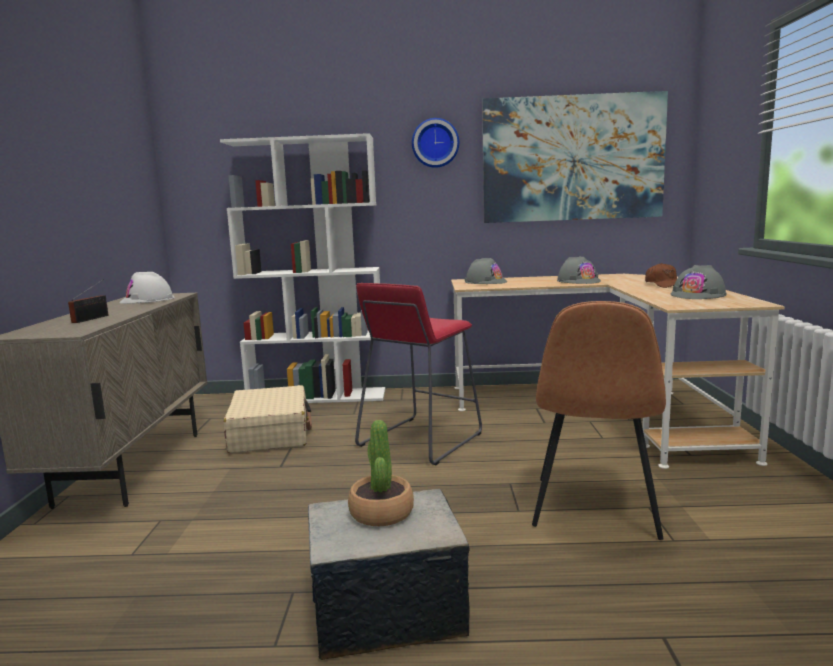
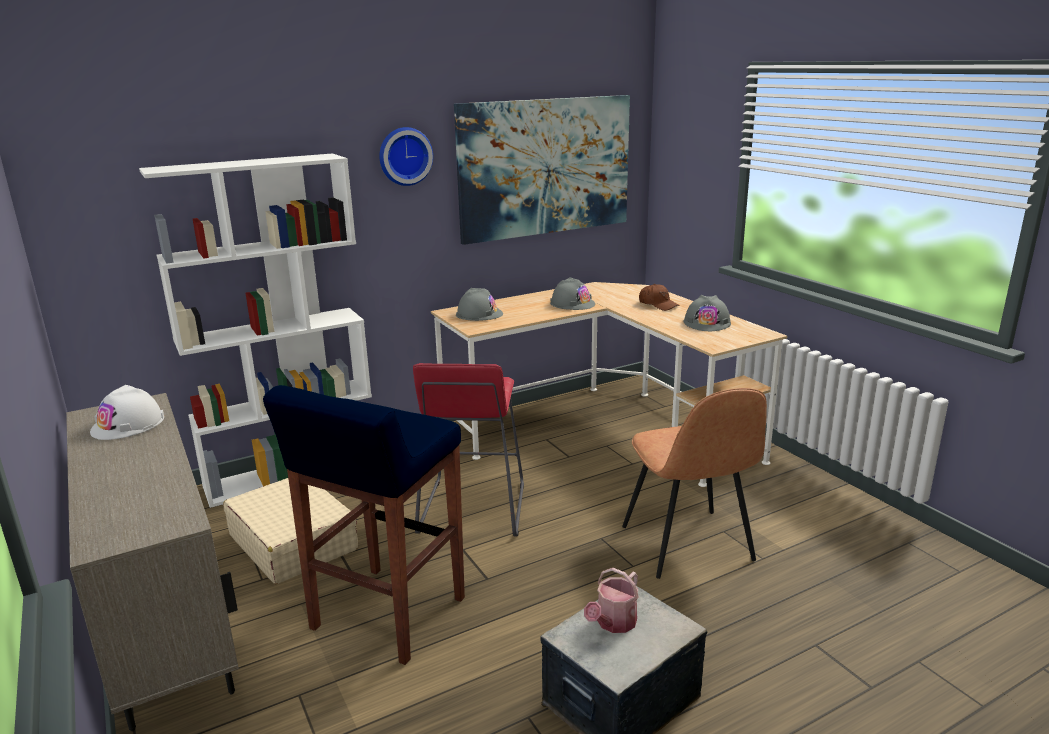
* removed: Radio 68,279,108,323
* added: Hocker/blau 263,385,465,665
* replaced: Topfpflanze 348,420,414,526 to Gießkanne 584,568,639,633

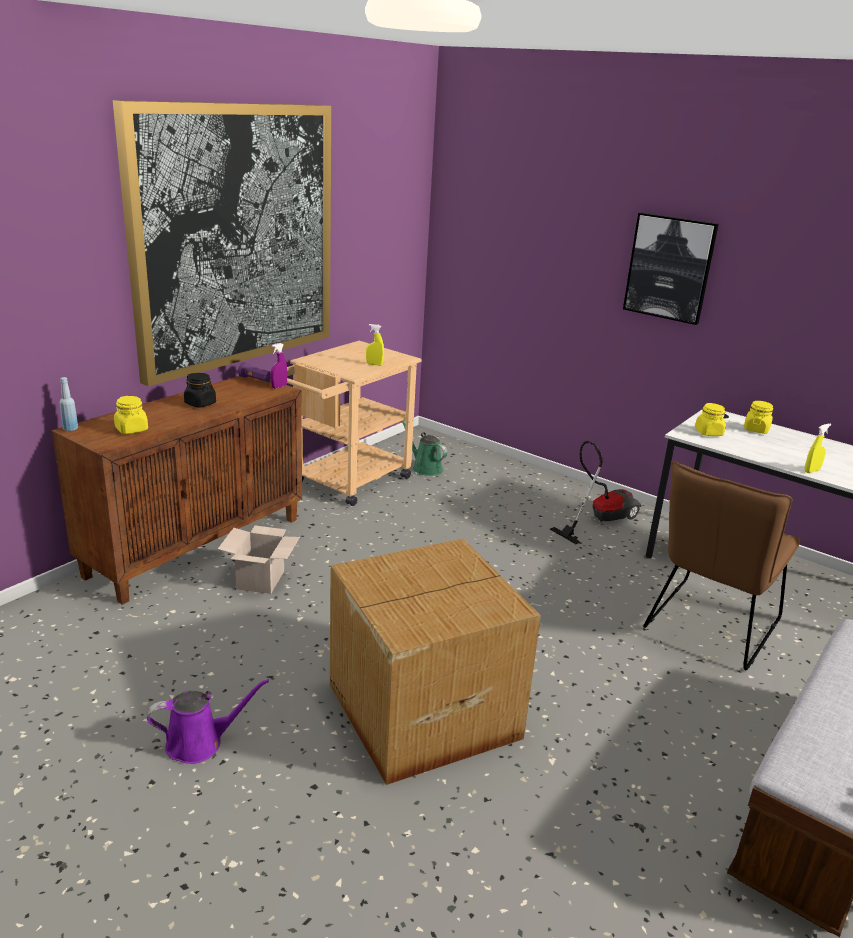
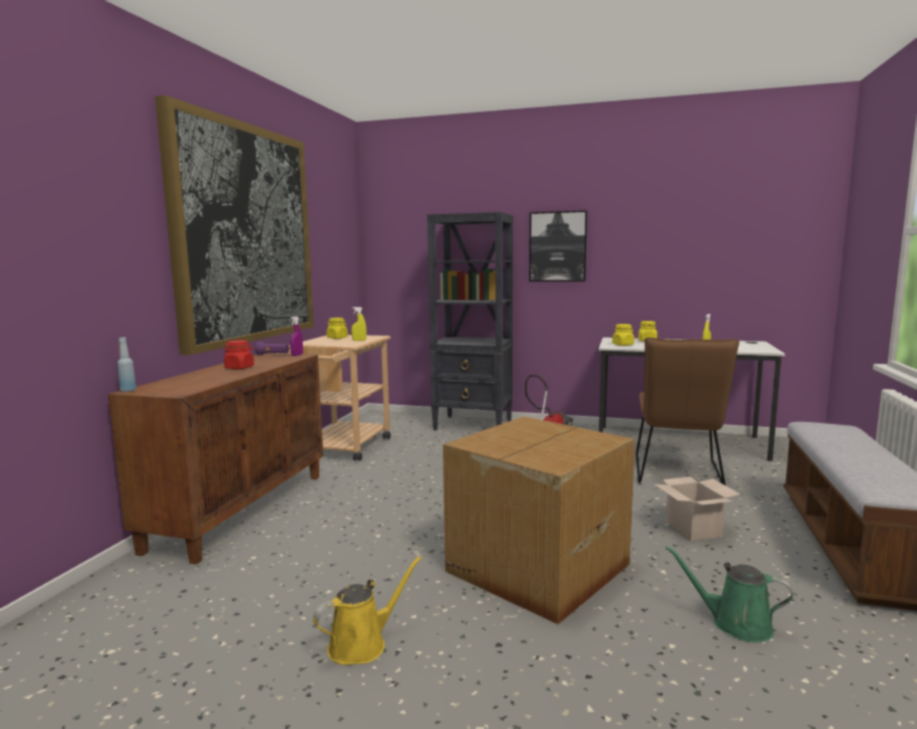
* added: Bücherregal/schwarz 427,212,513,430
* moved: Vorratsglas/gelb 114,396,148,434 to 327,318,348,339
* moved: Karton 218,525,300,594 to 654,477,741,541
* moved: Gießkanne/grün 402,421,447,476 to 665,546,793,642
* recoloured: Gießkanne/lila 147,679,269,764 to Gießkanne/gelb 313,556,422,665
* recoloured: Vorratsglas/schwarz 184,373,216,407 to Vorratsglas/rot 224,340,254,369

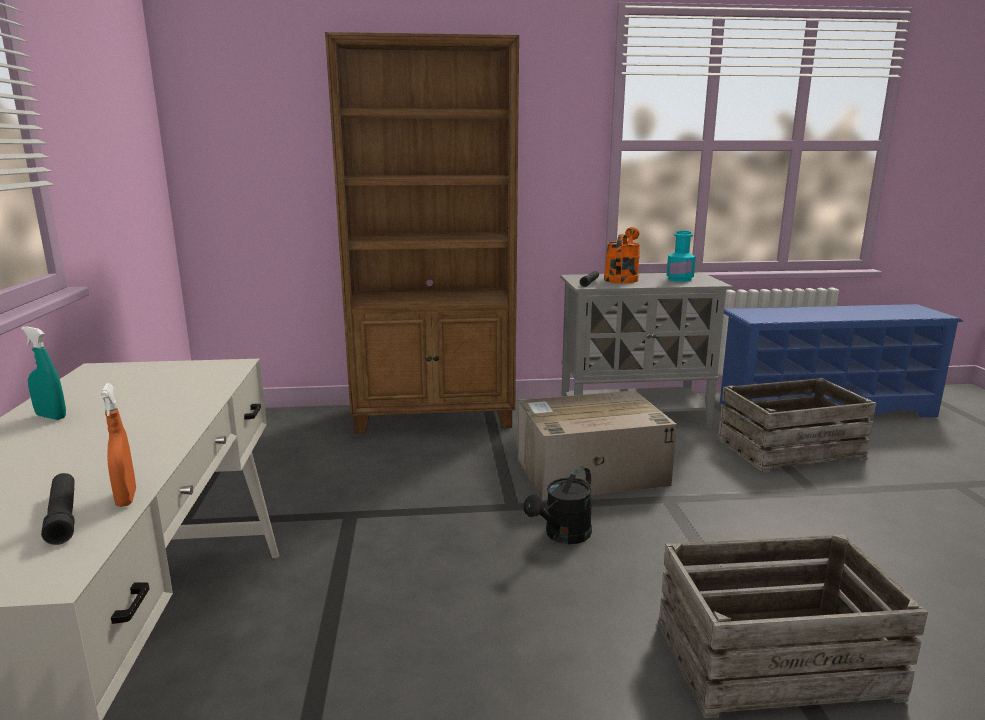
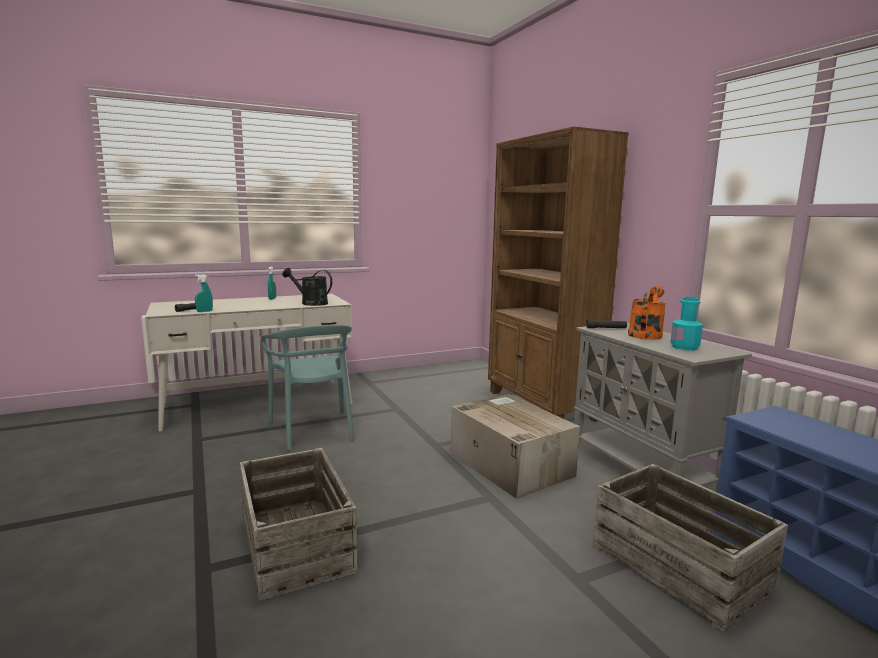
* added: Stuhl/türkis 261,325,354,451
* moved: Gießkanne/schwarz 523,466,592,544 to 282,268,332,306
* recoloured: Sprühflasche/orange 101,383,136,507 to Sprühflasche/türkis 195,274,213,312
* turned: Gießkanne/orange 604,227,641,283 = 628,286,666,340 60 degrees counterclockwise

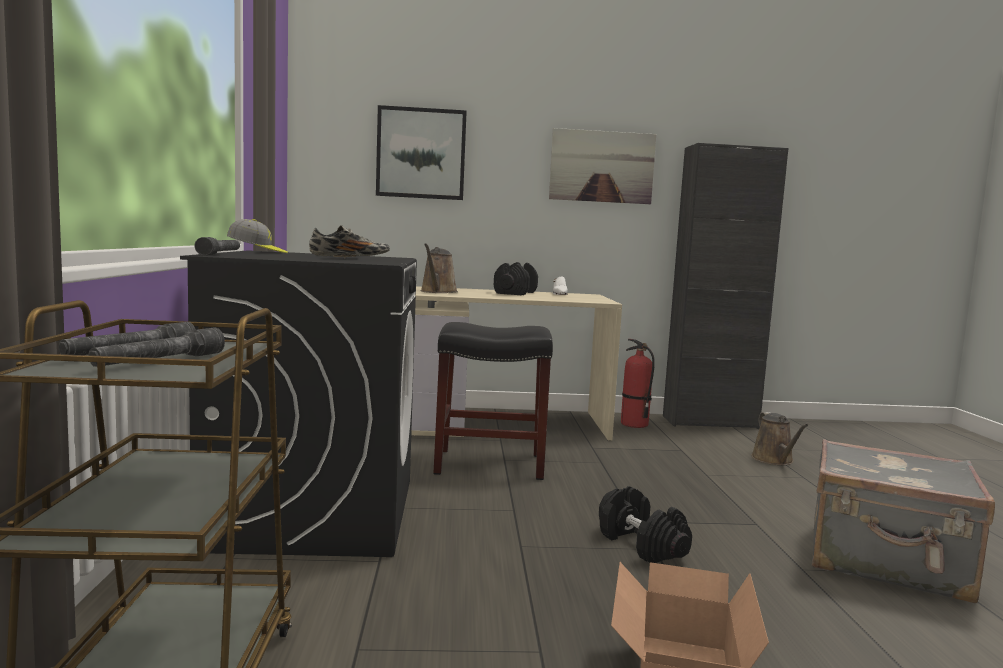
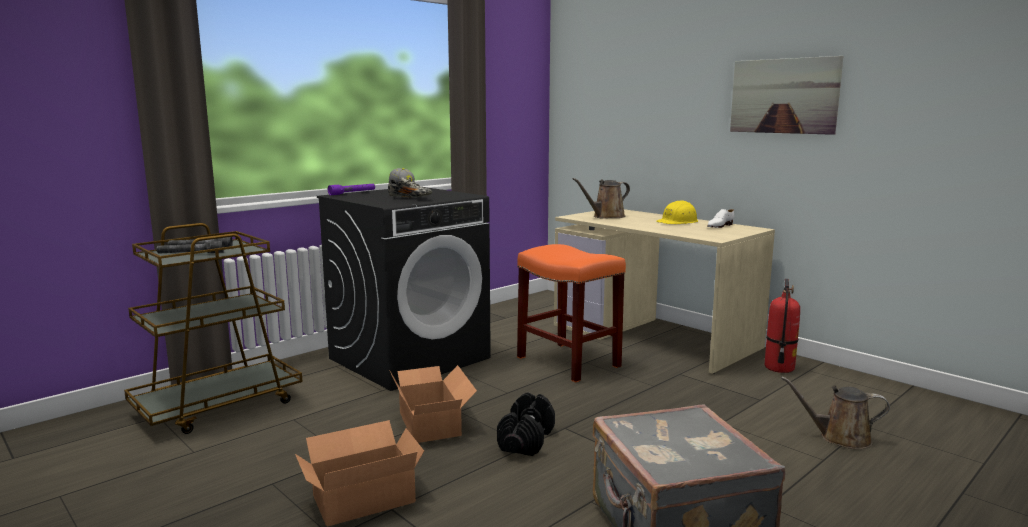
* removed: Bild 376,105,467,200
* removed: Schrank/schwarz 663,143,788,429
* added: Karton 390,365,477,443
* replaced: Hantel/schwarz 494,262,538,295 to Schutzhelm/gelb 656,200,698,224
* recoloured: Taschenlampe/grau 195,237,240,255 to Taschenlampe/lila 328,184,375,195
* recoloured: Hocker/schwarz 433,322,553,480 to Hocker/orange 517,244,626,383
* turned: Gießkanne/braun 751,412,808,465 = 781,376,890,449 60 degrees clockwise

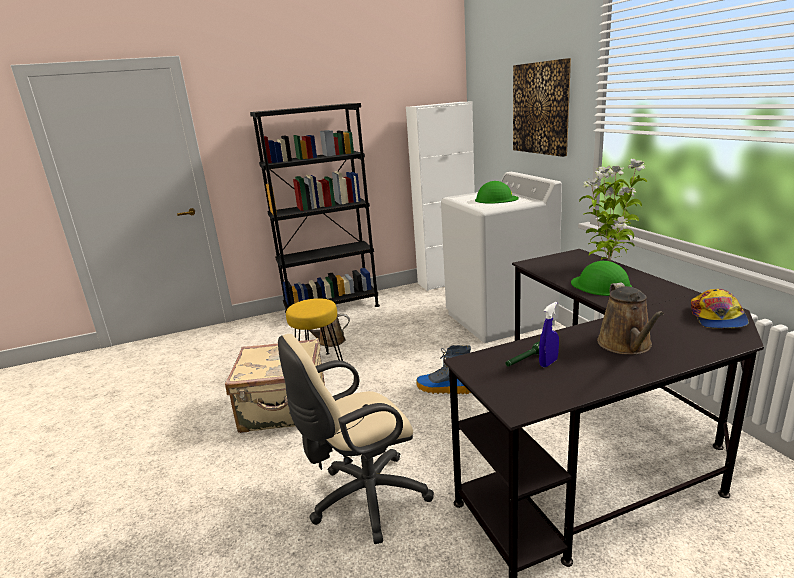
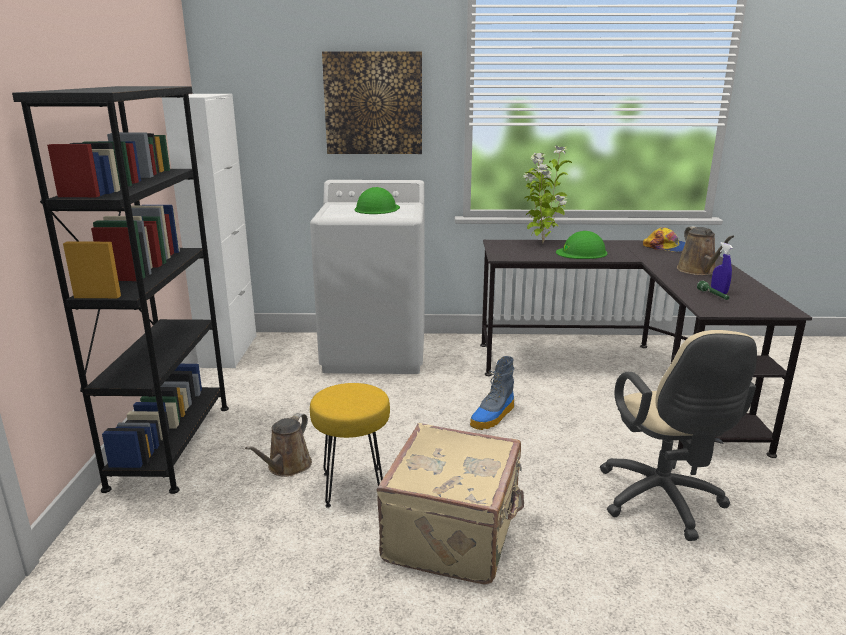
* turned: Gießkanne/braun 597,283,664,355 = 677,226,734,275 60 degrees clockwise

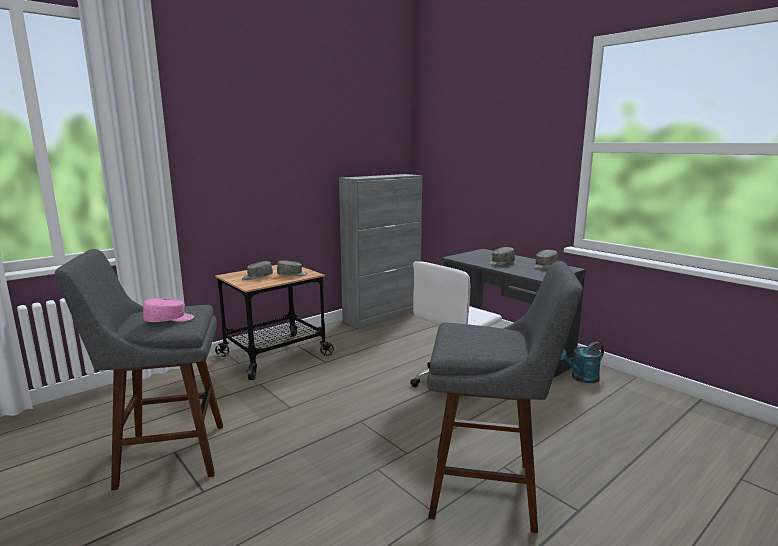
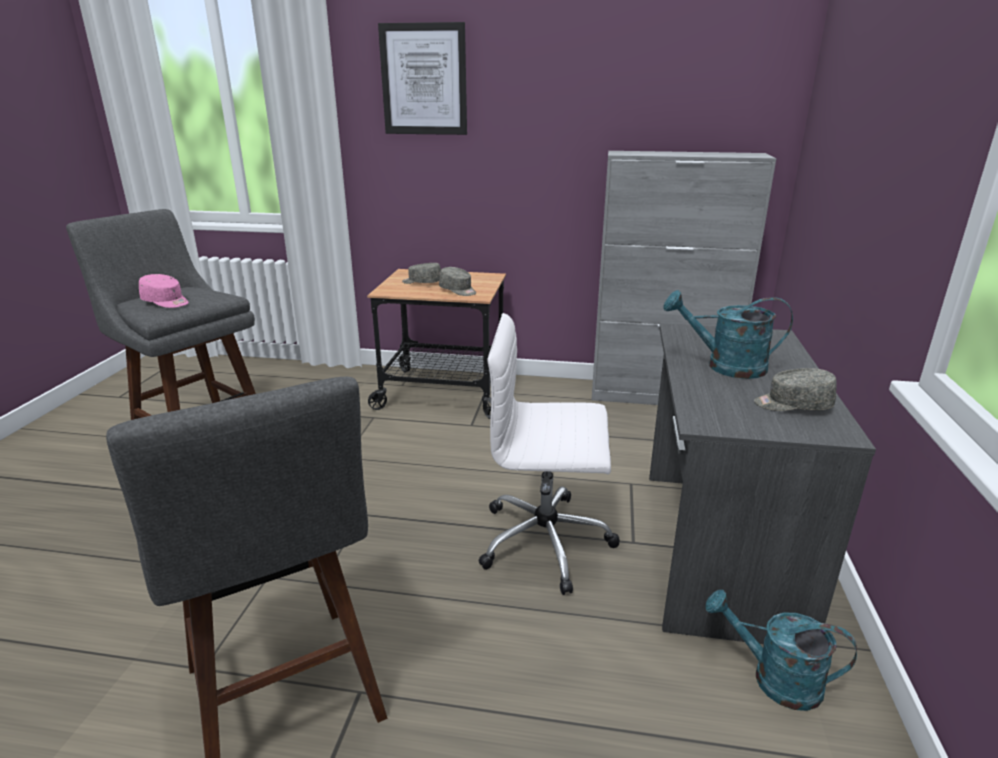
* added: Bild 378,22,467,135
* replaced: Kappe/grau 488,247,515,266 to Gießkanne/türkis 663,290,793,379

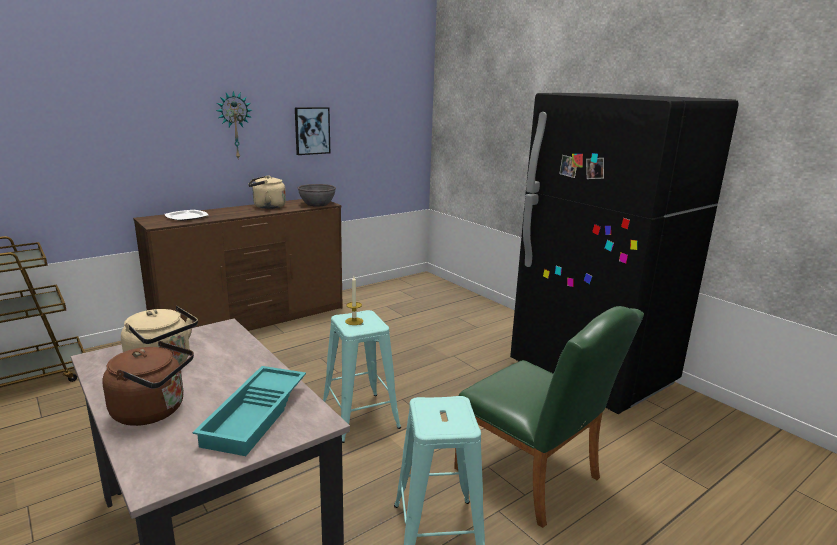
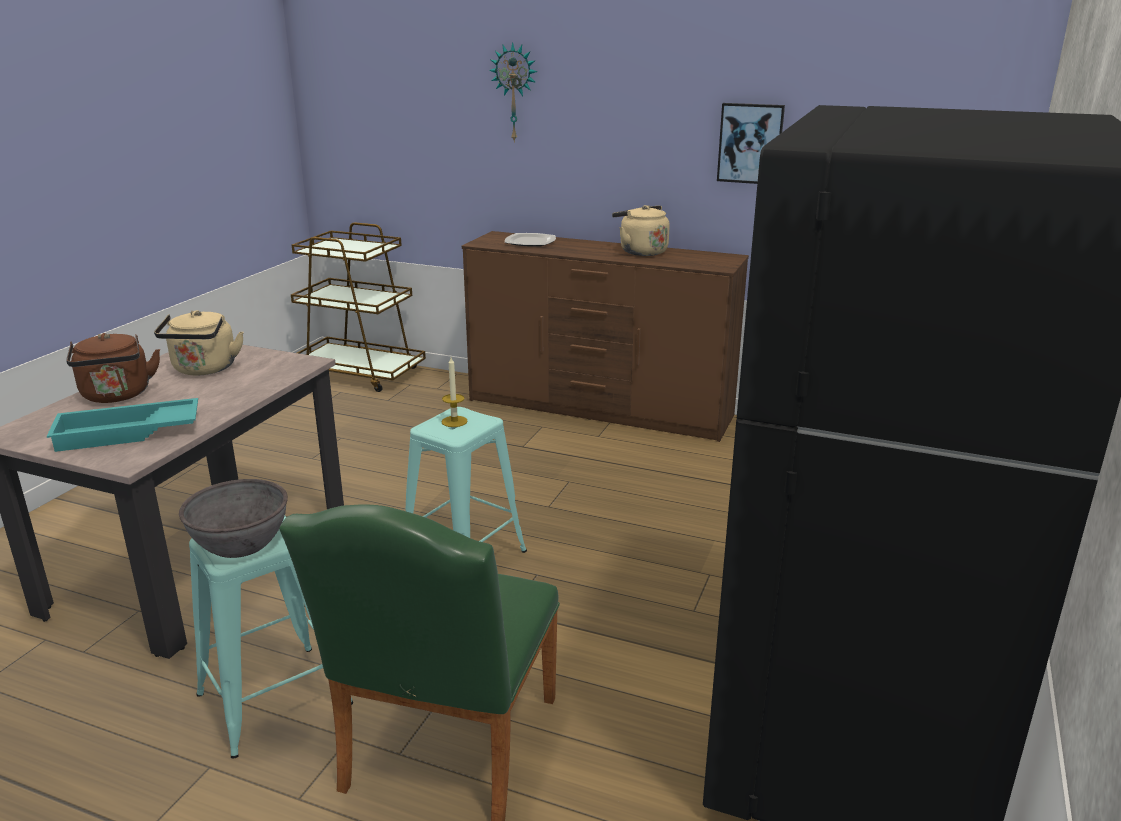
* moved: Wanduhr 216,91,252,160 to 489,42,537,143
* moved: Schüssel/grau 298,184,336,207 to 179,479,288,558

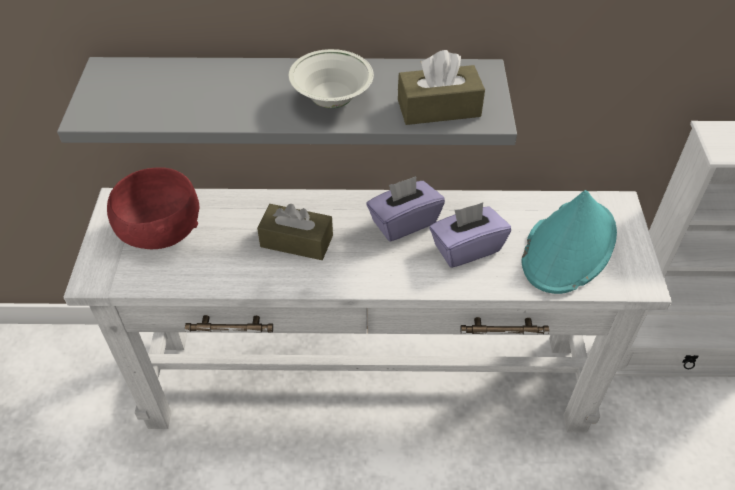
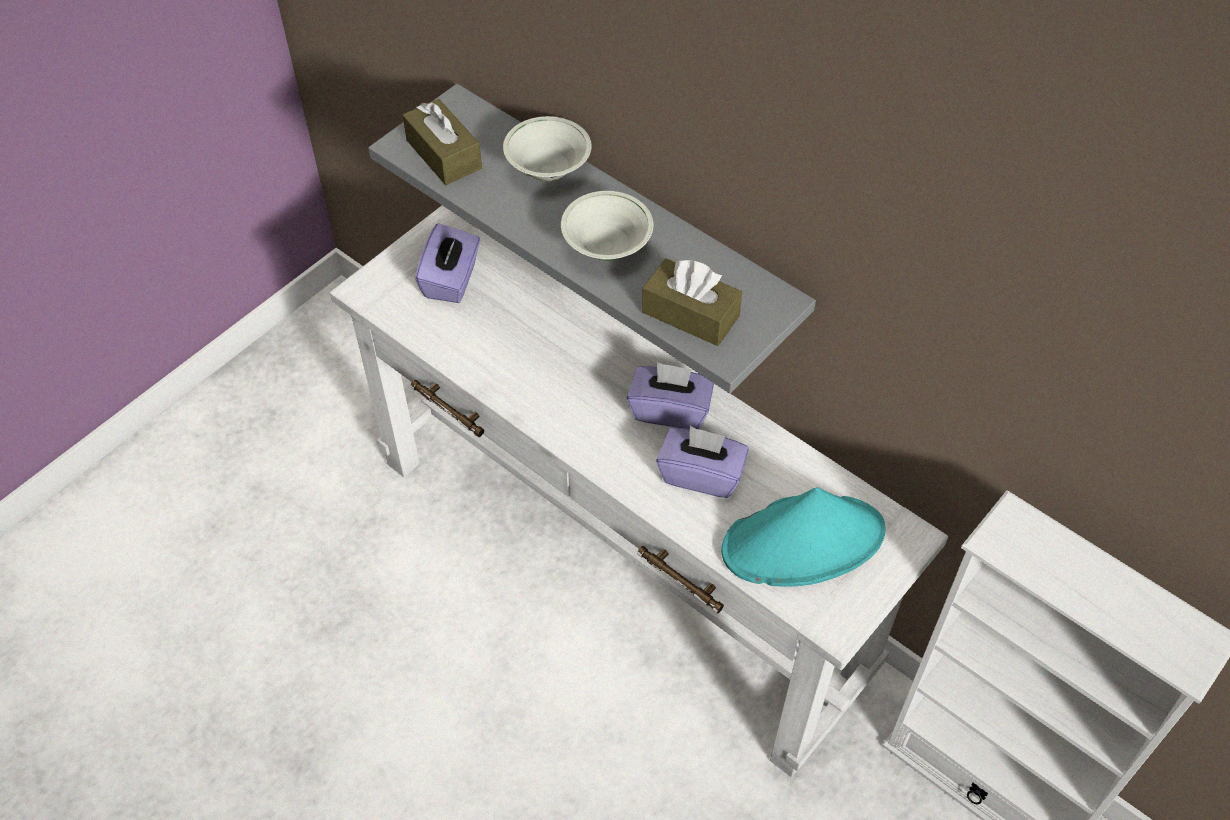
* added: Schüssel/weiß 503,116,592,181
* moved: Taschentuchbox/braun 257,204,333,260 to 402,99,482,185
* replaced: Schüssel/rot 107,167,199,249 to Taschentuchbox/lila 415,223,480,303

